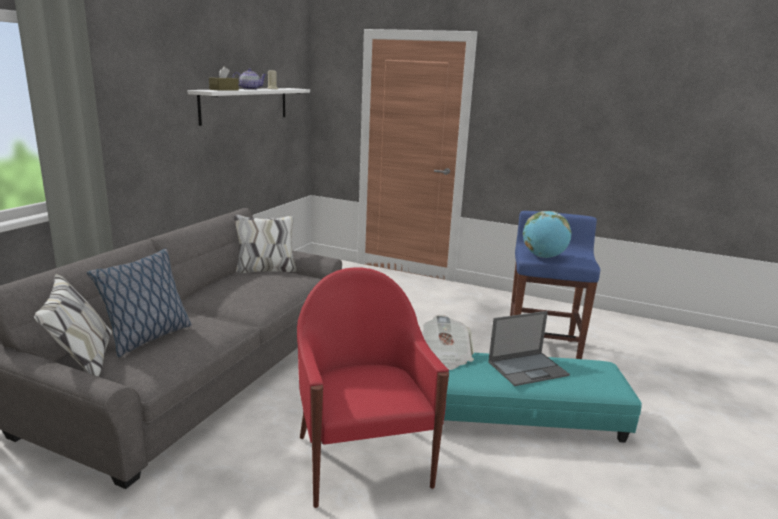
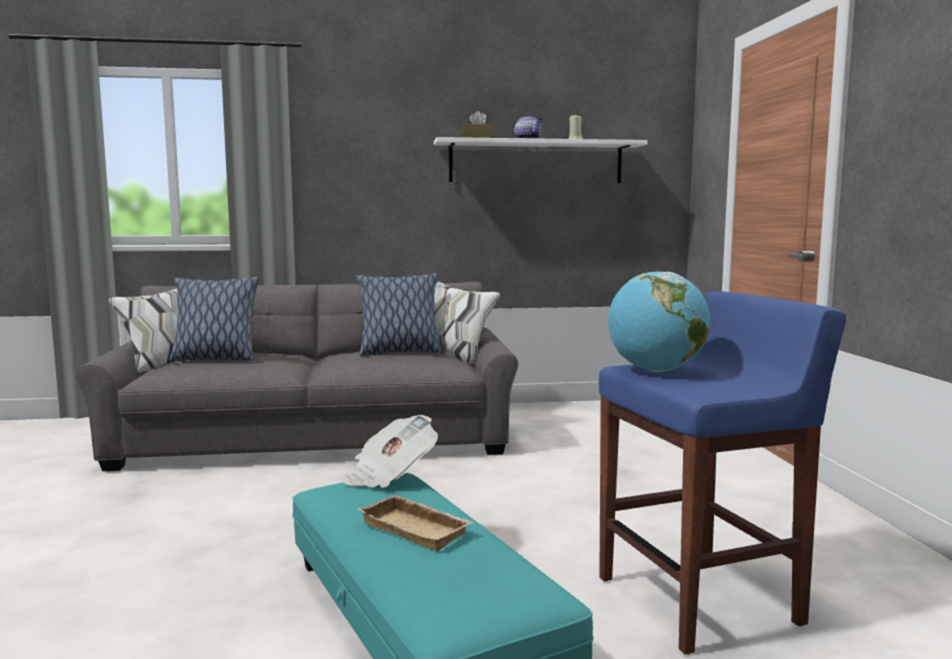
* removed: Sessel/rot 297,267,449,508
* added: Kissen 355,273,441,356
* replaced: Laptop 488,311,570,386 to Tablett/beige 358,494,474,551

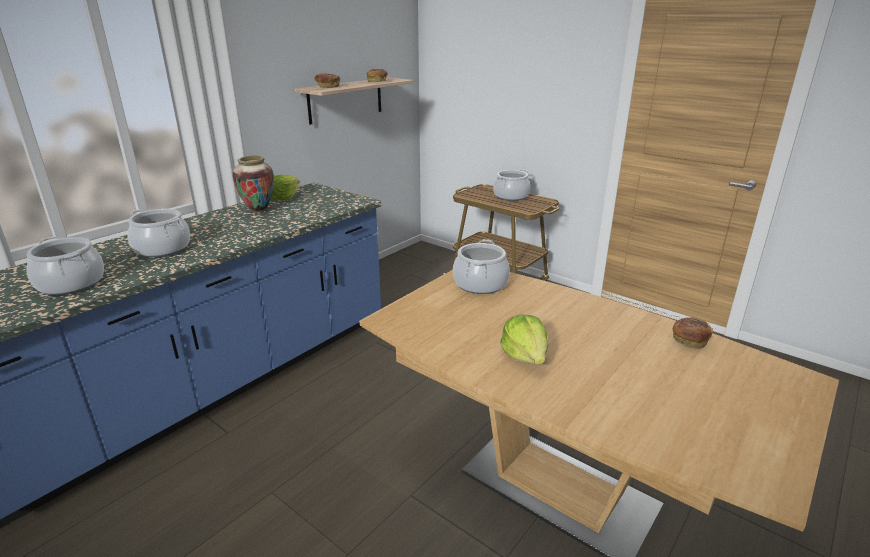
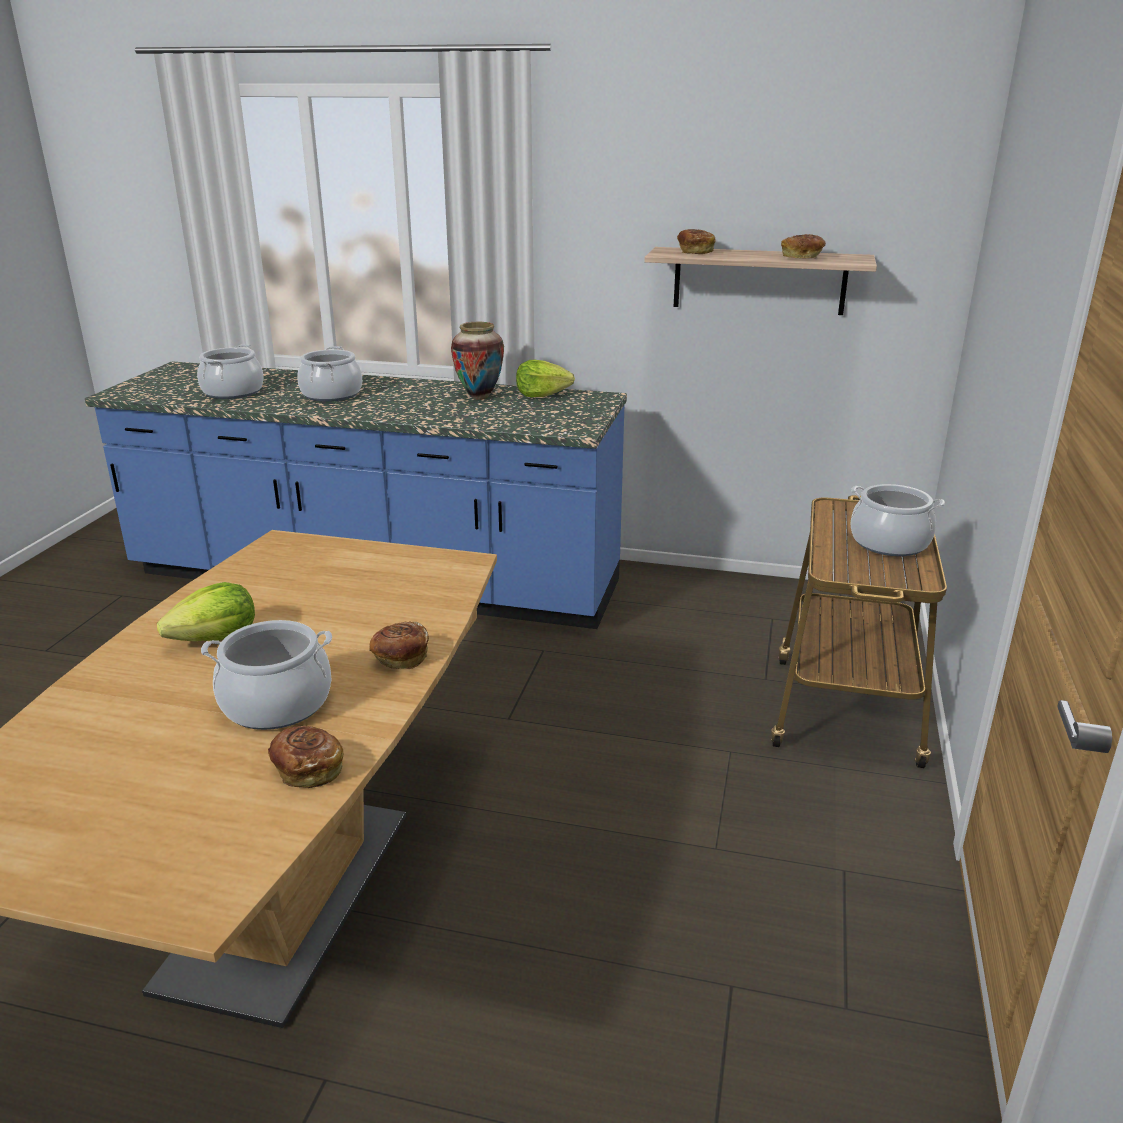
* added: Brot 369,622,429,669
* moved: Kochtopf 453,239,510,294 to 201,620,332,730

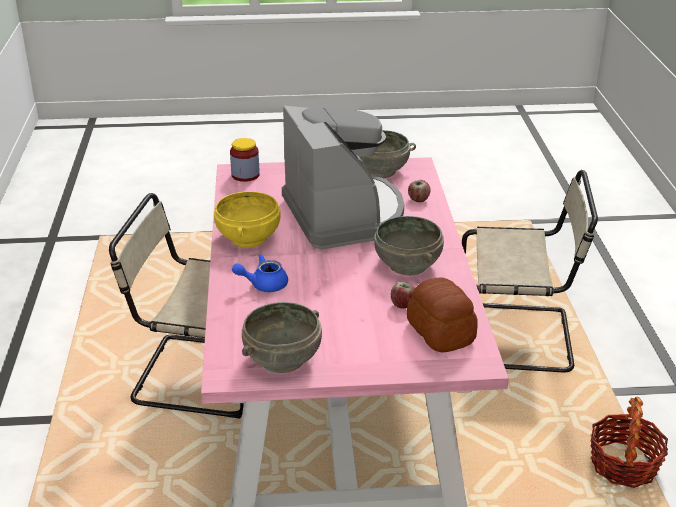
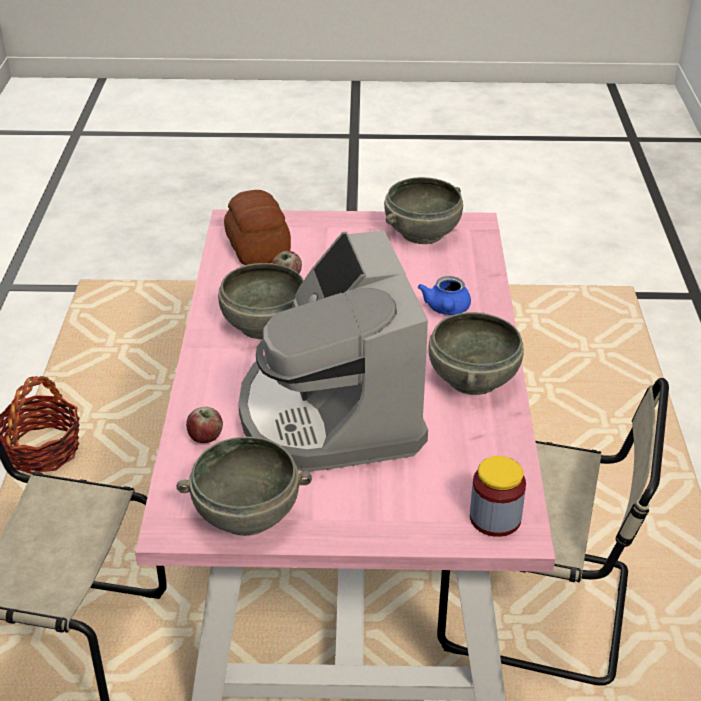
* recoloured: Schüssel/gelb 214,191,281,248 to Schüssel/grau 428,312,524,395
* turned: Teekanne/blau 232,254,288,292 = 418,276,471,315 105 degrees clockwise

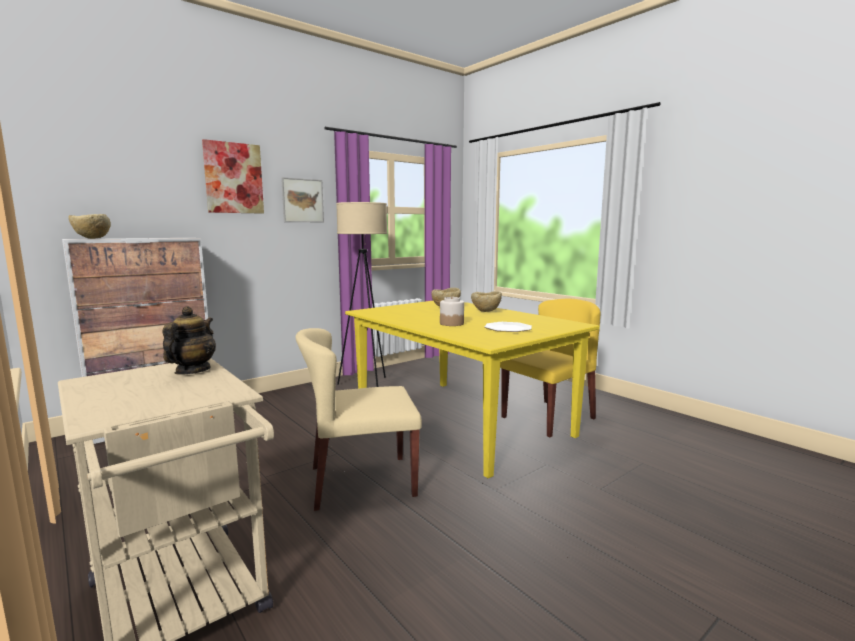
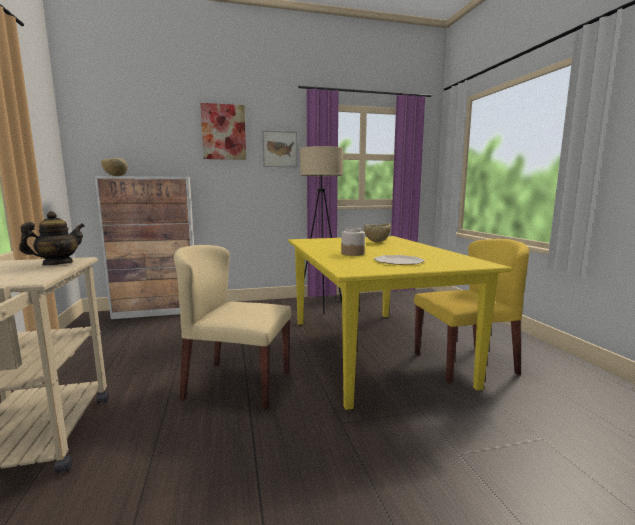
* removed: Schüssel/beige 471,291,502,312

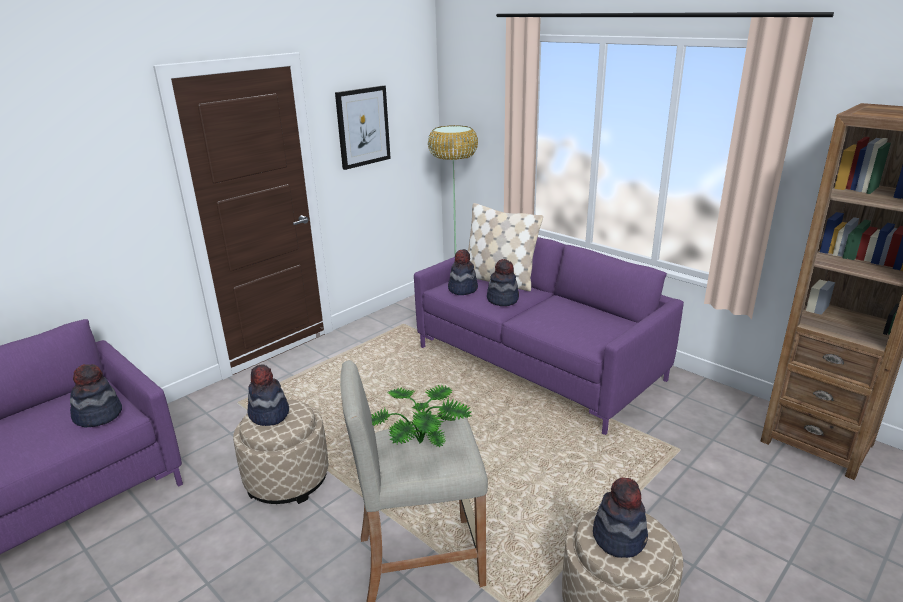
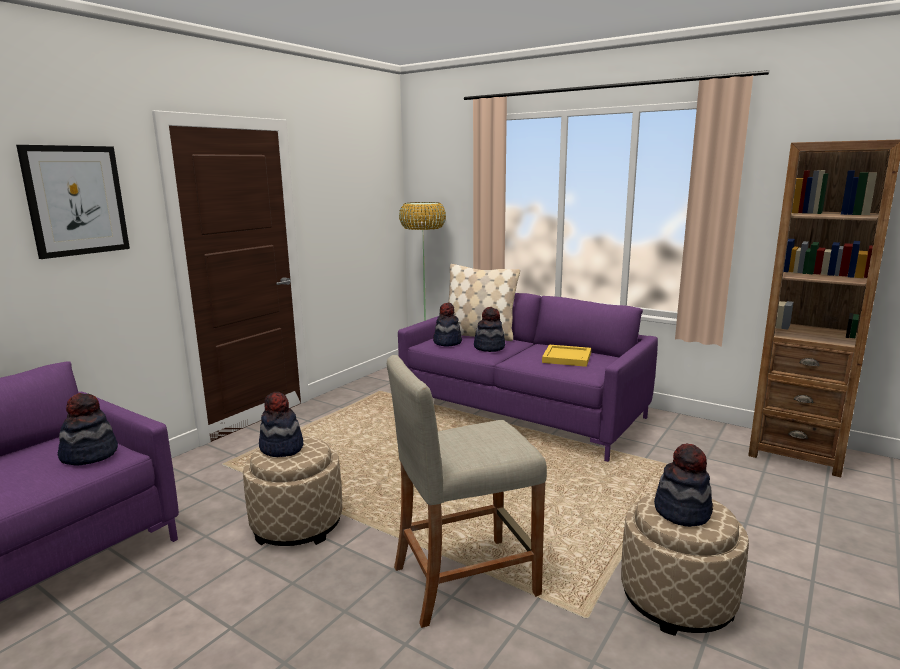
* removed: Topfpflanze 371,384,471,447
* added: Tablett/gelb 542,345,591,367
* moved: Bild 335,85,391,170 to 16,145,130,259

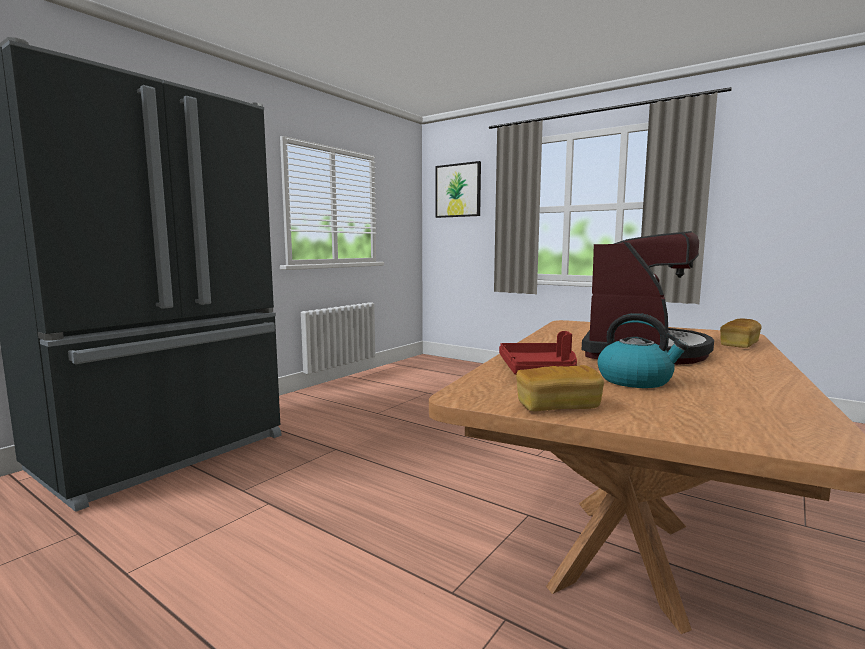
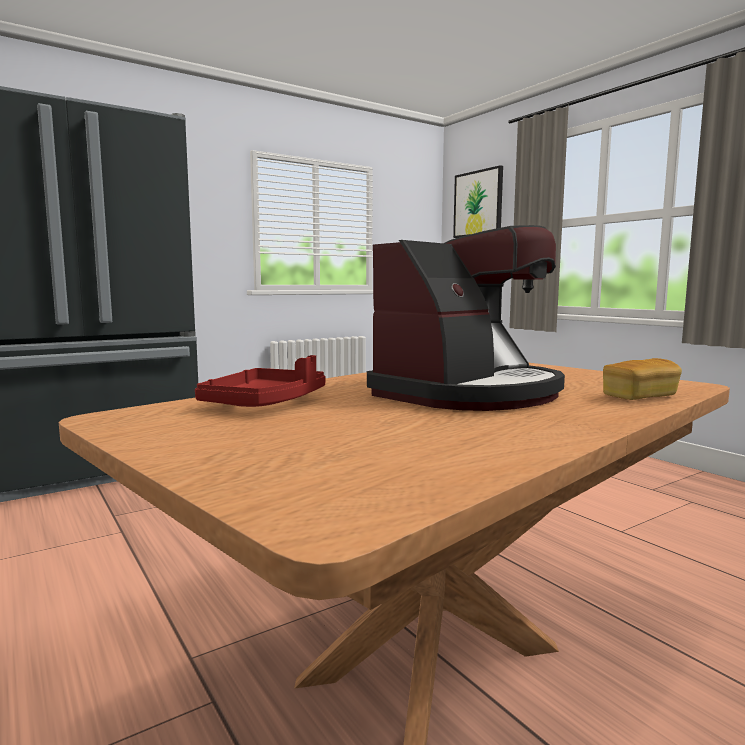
* removed: Brot 516,365,604,411
* removed: Wasserkessel 597,313,689,388

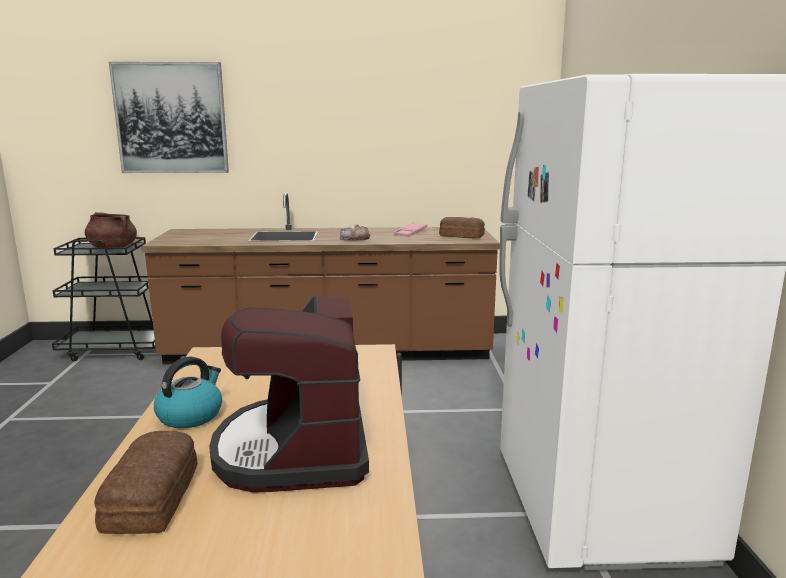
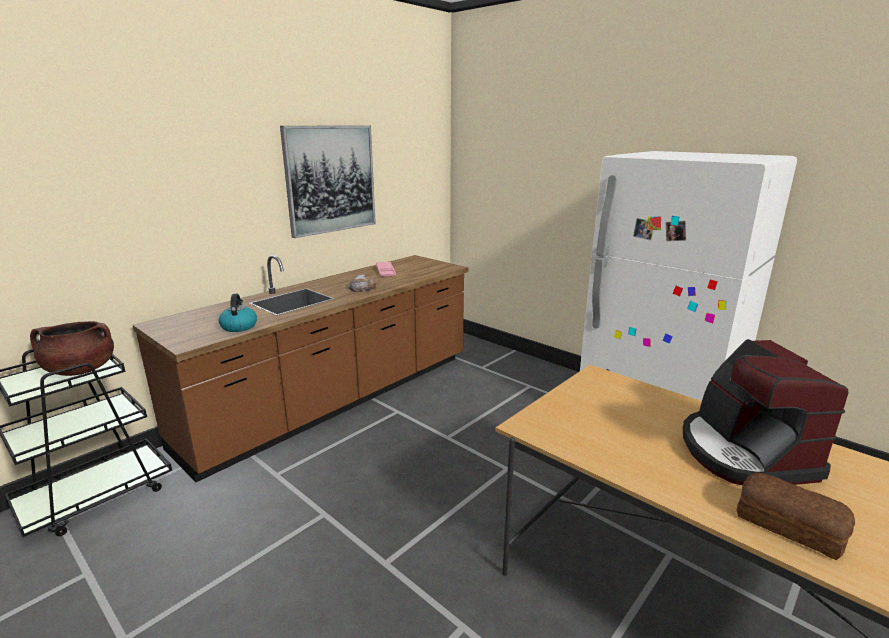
* removed: Brot 439,217,485,239
* moved: Bild 109,62,229,173 to 280,125,376,238
* moved: Wasserkessel 154,356,222,428 to 219,294,257,332
* turned: Kaffeemaschine 209,296,369,493 = 683,339,848,485 45 degrees clockwise

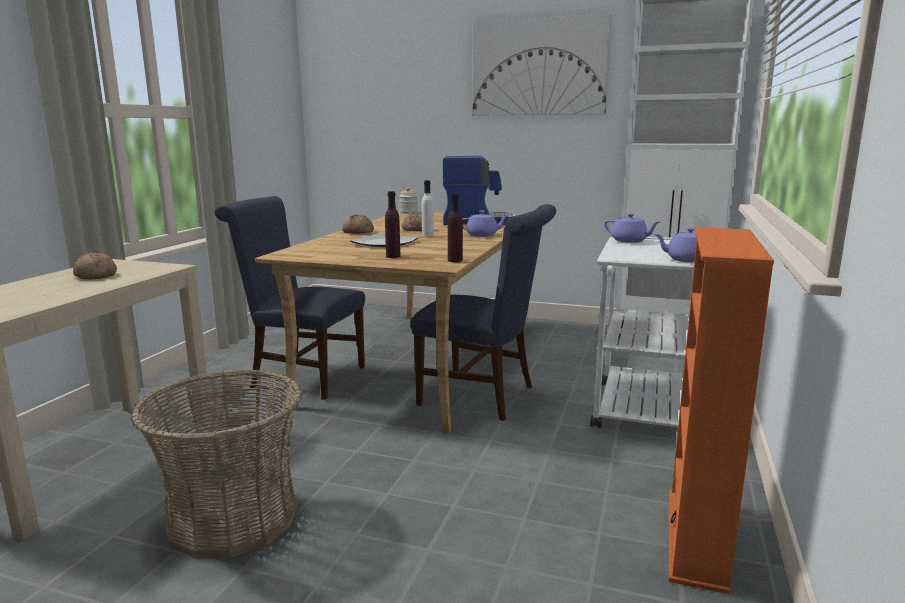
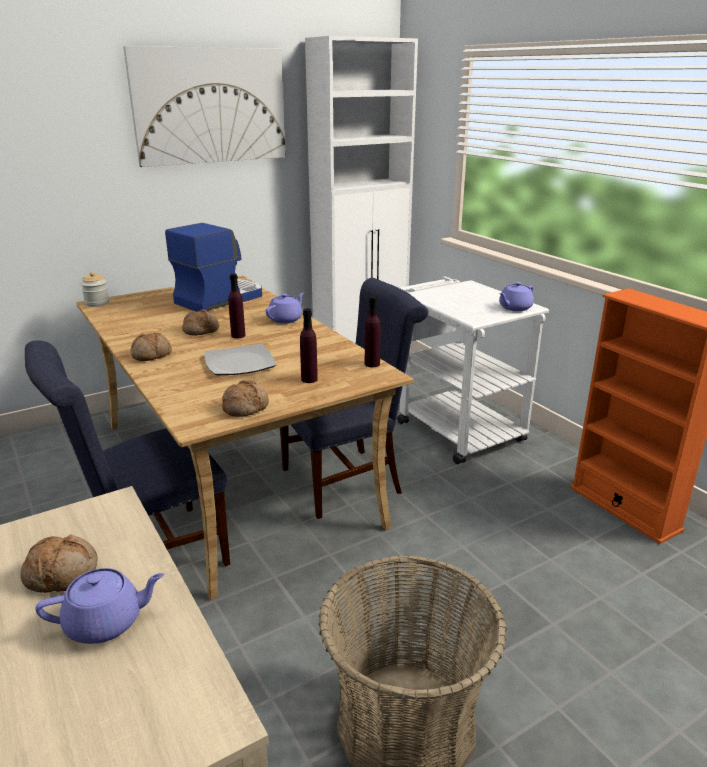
* added: Brot 222,380,269,417
* moved: Teekanne/lila 604,213,660,243 to 35,568,164,644
* recoloured: Flasche/weiß 422,180,434,236 to Flasche/lila 228,274,246,338

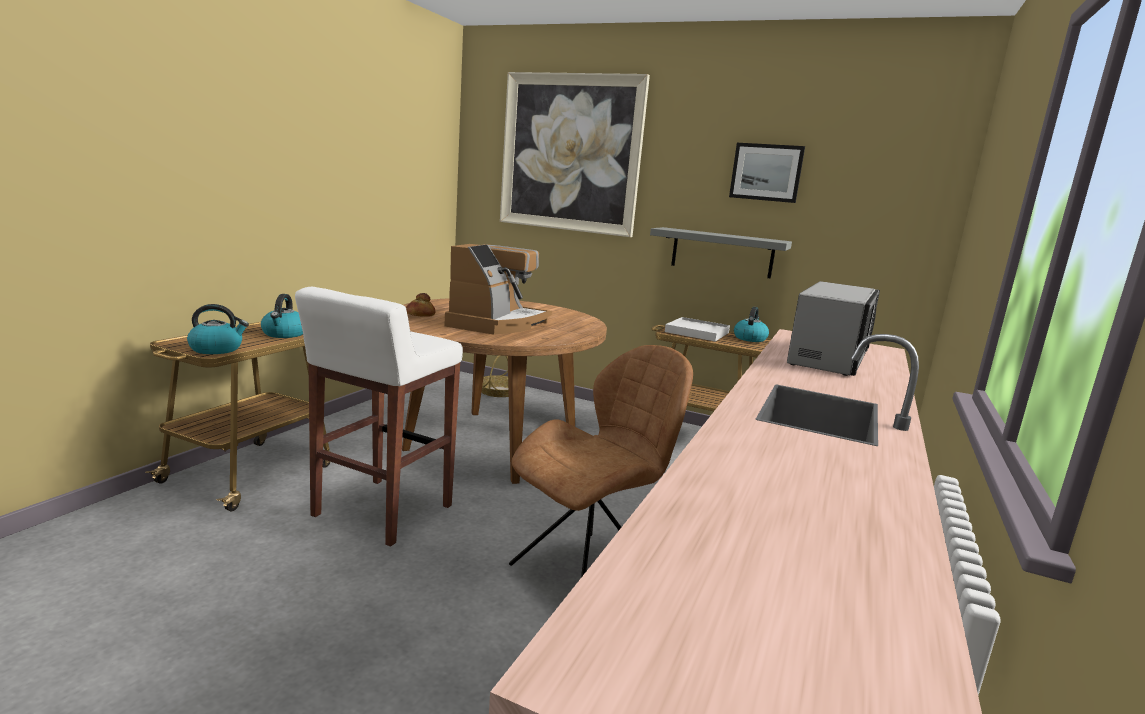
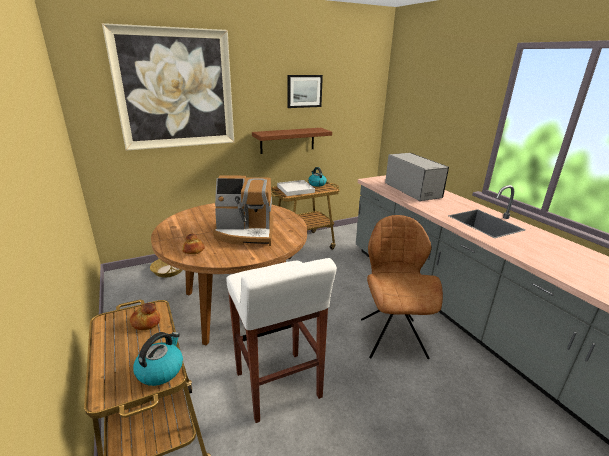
* replaced: Wasserkessel 261,294,303,338 to Brot 130,303,160,330
* recoloured: Wandregal/grau 650,227,792,279 to Wandregal/braun 252,128,332,154
* turned: Kaffeemaschine 444,244,552,335 = 213,175,273,246 120 degrees clockwise

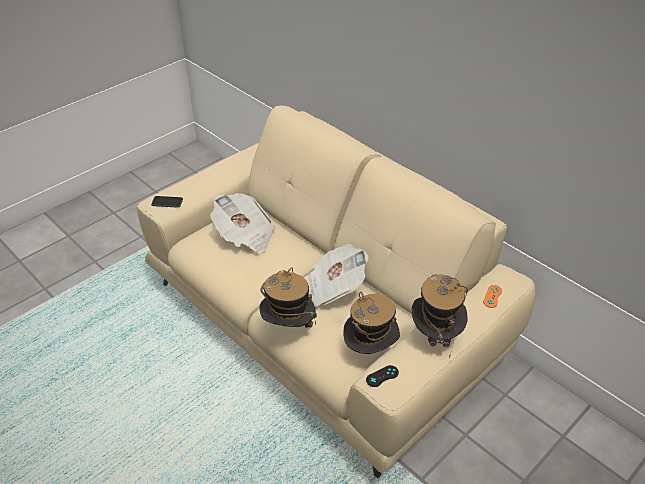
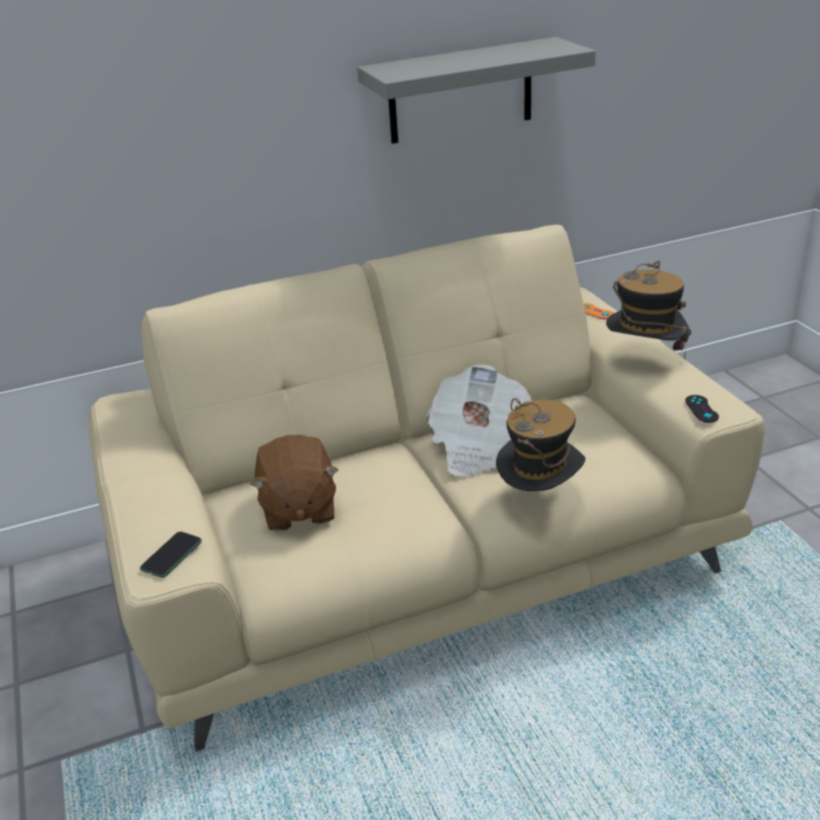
* removed: Hut 344,292,400,354
* added: Wandregal/grau 357,37,596,144
* replaced: Zeitung 210,193,276,253 to Plüschtier/braun 250,435,338,531

